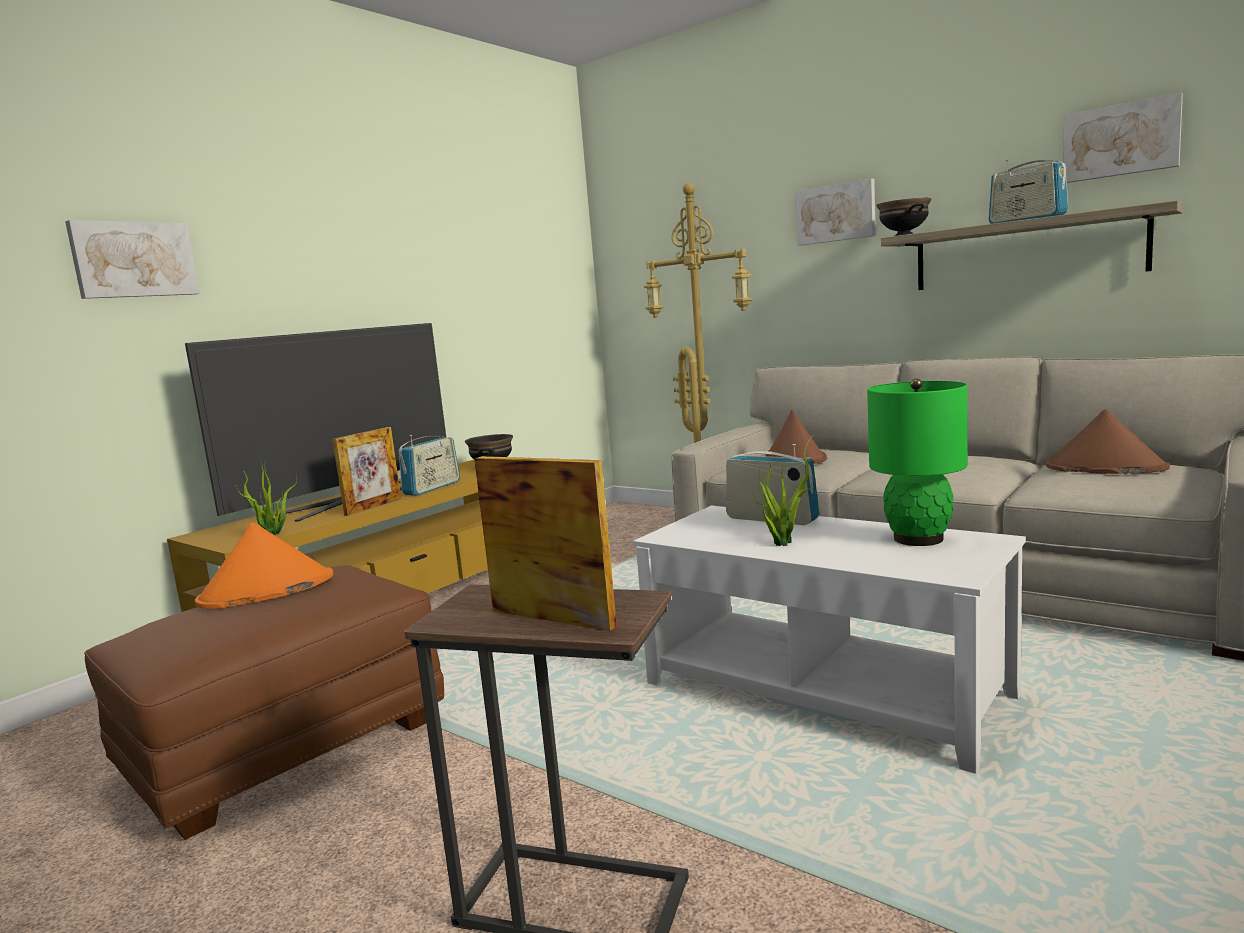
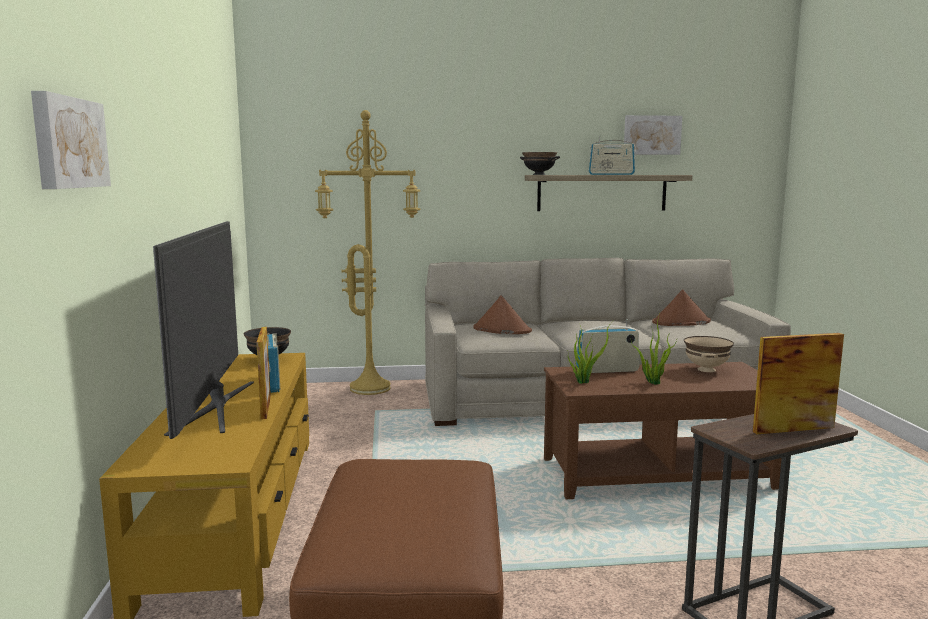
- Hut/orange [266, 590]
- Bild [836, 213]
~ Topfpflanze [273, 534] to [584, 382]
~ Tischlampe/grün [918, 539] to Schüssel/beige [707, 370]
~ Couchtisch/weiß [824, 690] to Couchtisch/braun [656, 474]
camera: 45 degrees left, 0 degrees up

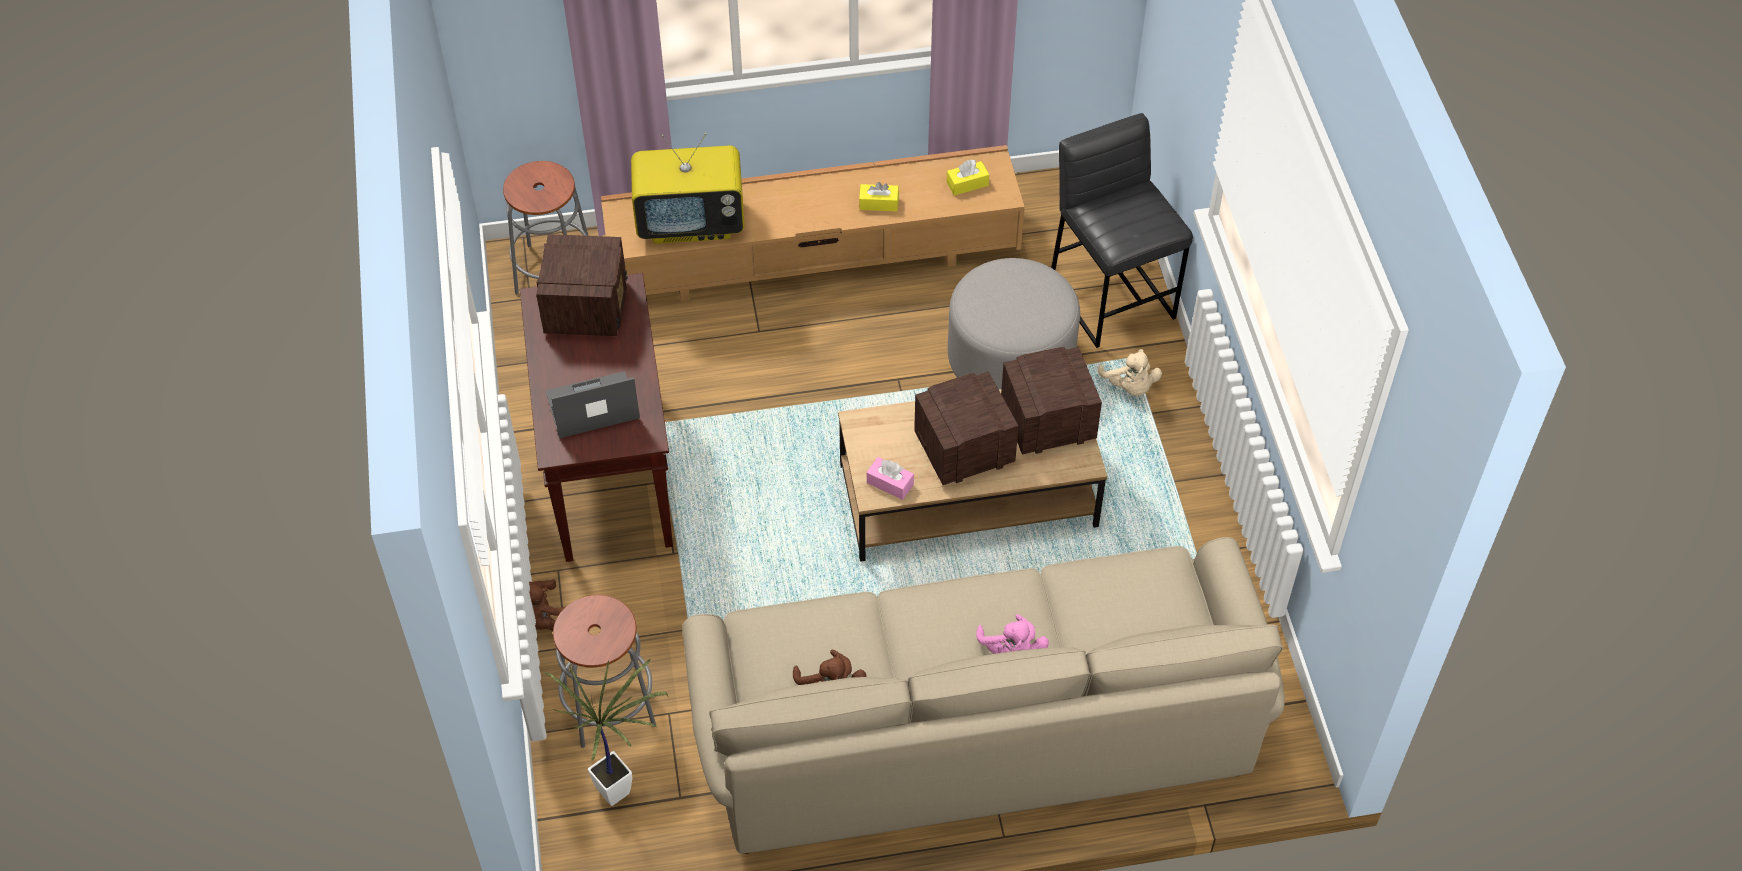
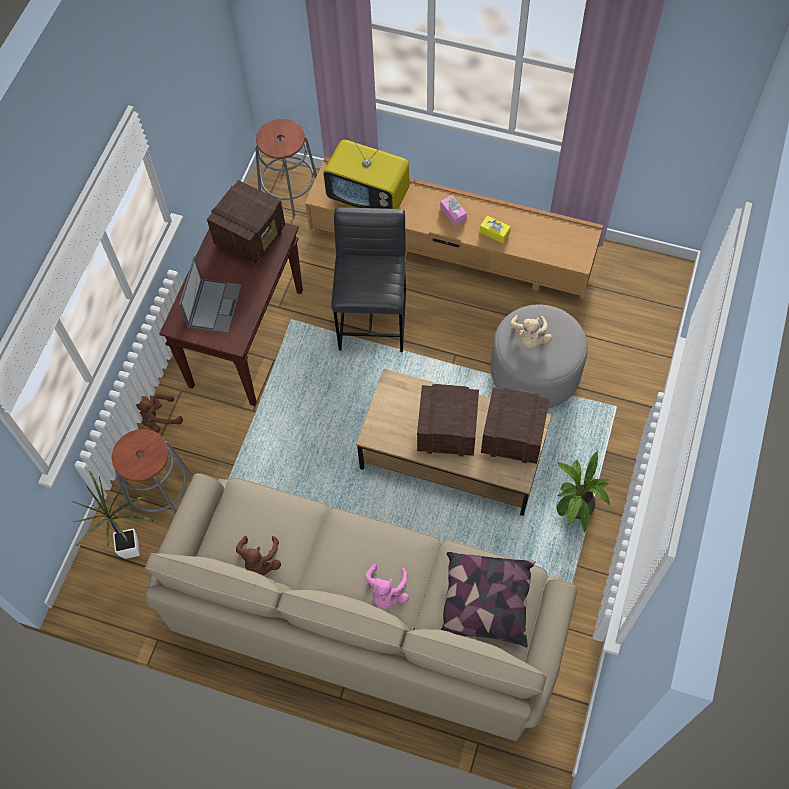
- Taschentuchbox/gelb [967, 184]
+ Kissen [486, 603]
+ Topfpflanze [575, 508]
~ Taschentuchbox/rosa [890, 483] to [453, 214]
~ Hocker/grau [1111, 296] to [373, 319]
~ Plüschtier/beige [1130, 386] to [529, 338]
~ Laptop [591, 406] = [214, 305] 90 degrees clockwise
camera: 30 degrees right, 10 degrees up

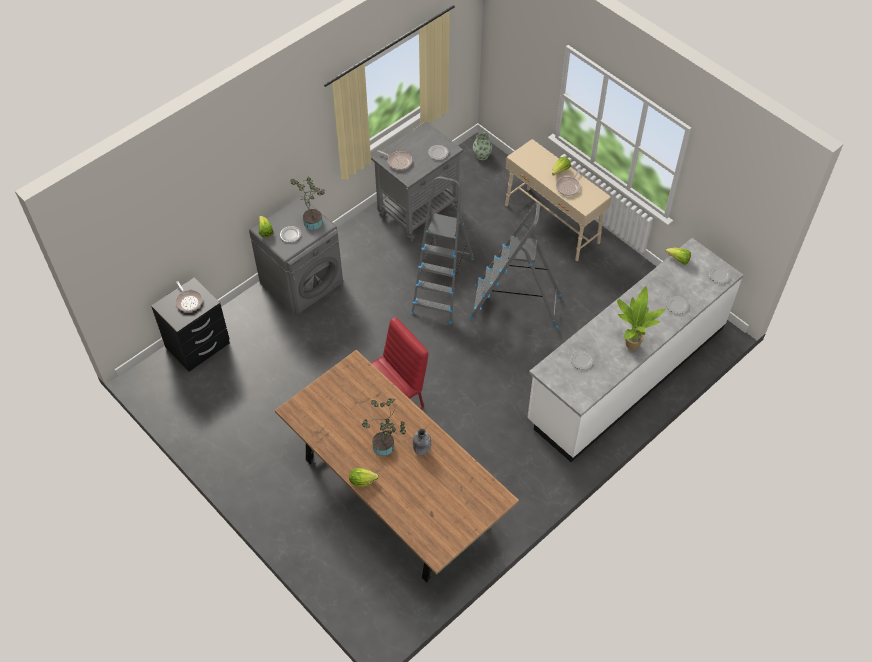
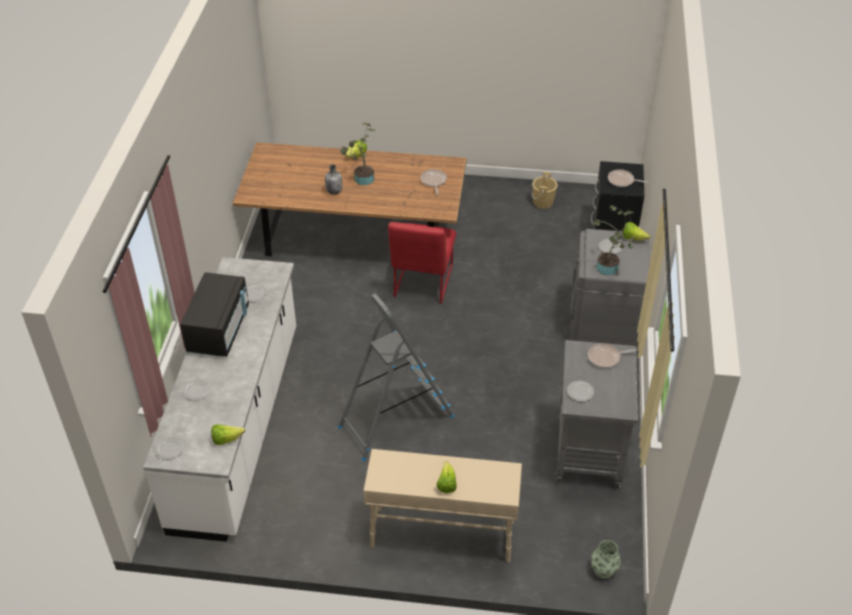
- Trittleiter/grau [443, 286]
+ Eimer/beige [543, 202]
~ Pfanne [568, 187] to [433, 181]
~ Topfpflanze [630, 344] to Mikrowelle/schwarz [219, 330]
camera: 140 degrees right, 10 degrees down

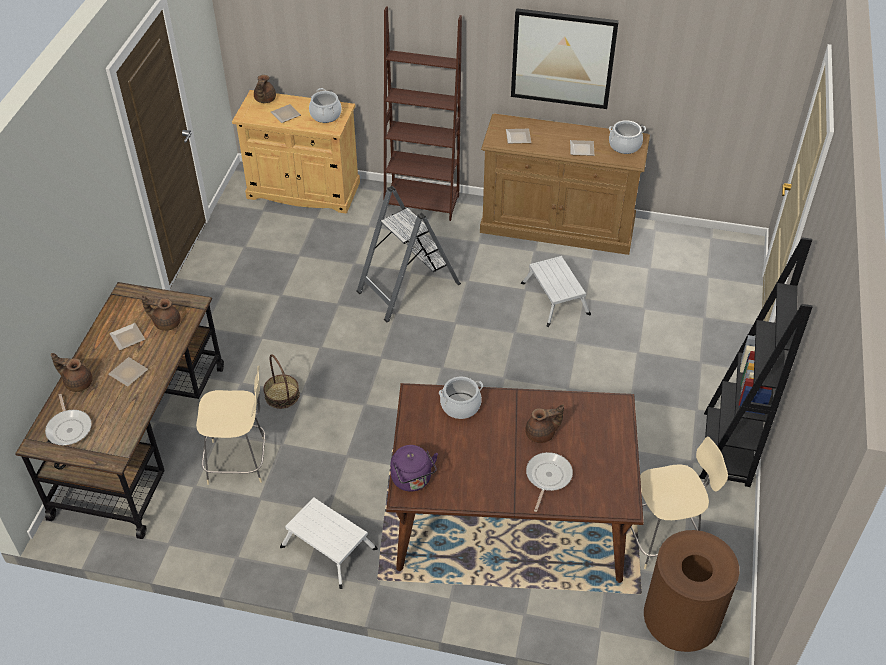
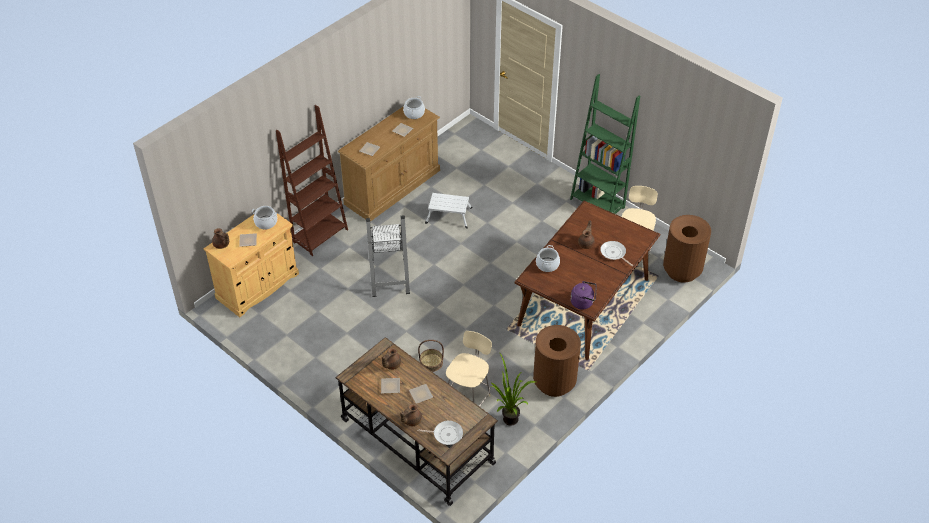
- Bild [563, 58]
+ Topfpflanze [508, 422]
~ Trittleiter/weiß [328, 547] to Mülleimer/braun [554, 383]
~ Bücherregal/schwarz [727, 449] to Bücherregal/grün [597, 203]
camera: 60 degrees left, 0 degrees up

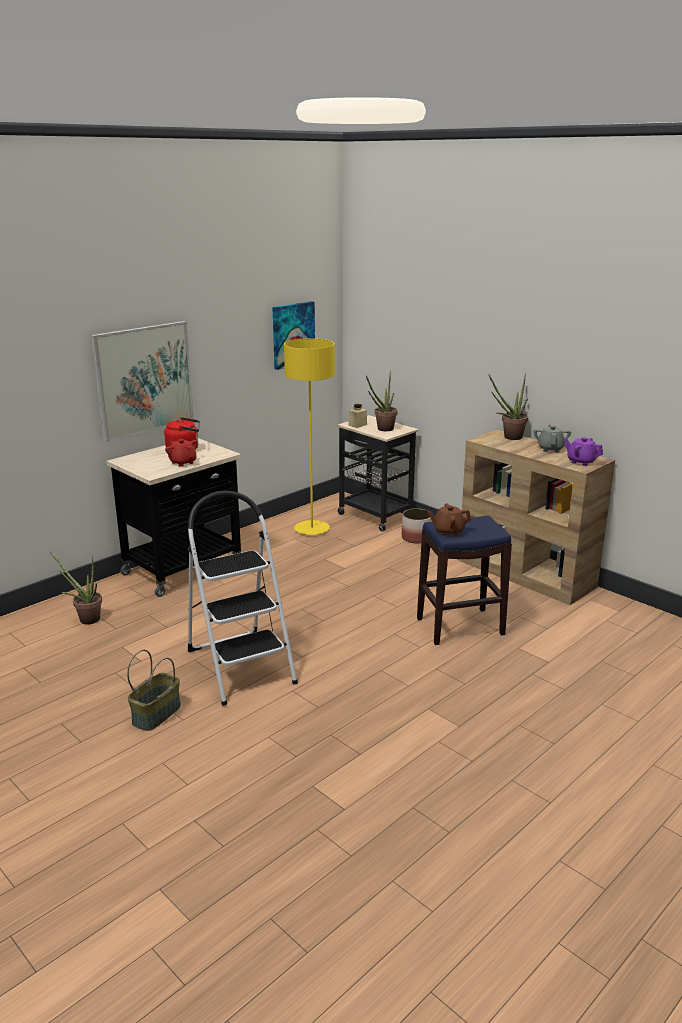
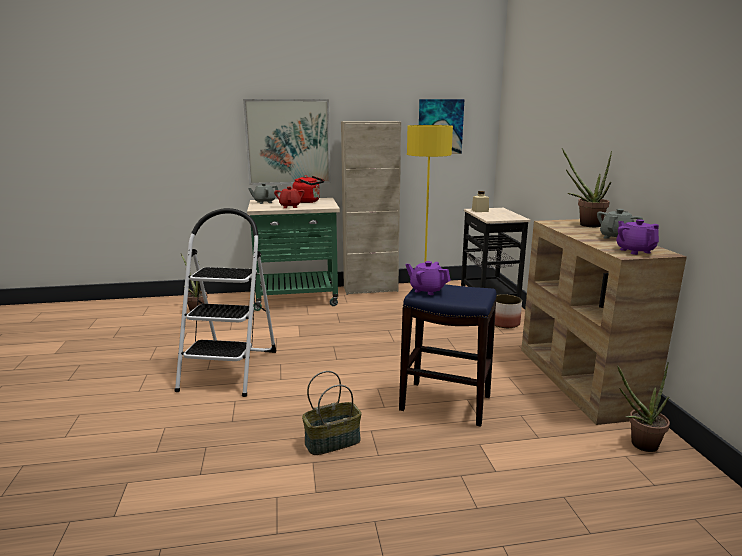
+ Teekanne/grau [264, 202]
+ Schrank/beige [370, 289]
~ Korb [156, 714] to [332, 441]
~ Topfpflanze [382, 429] to [639, 445]
~ Rollwagen/schwarz [182, 569] to Rollwagen/grün [296, 299]
~ Teekanne/braun [448, 531] to Teekanne/lila [427, 290]
camera: 35 degrees right, 5 degrees down

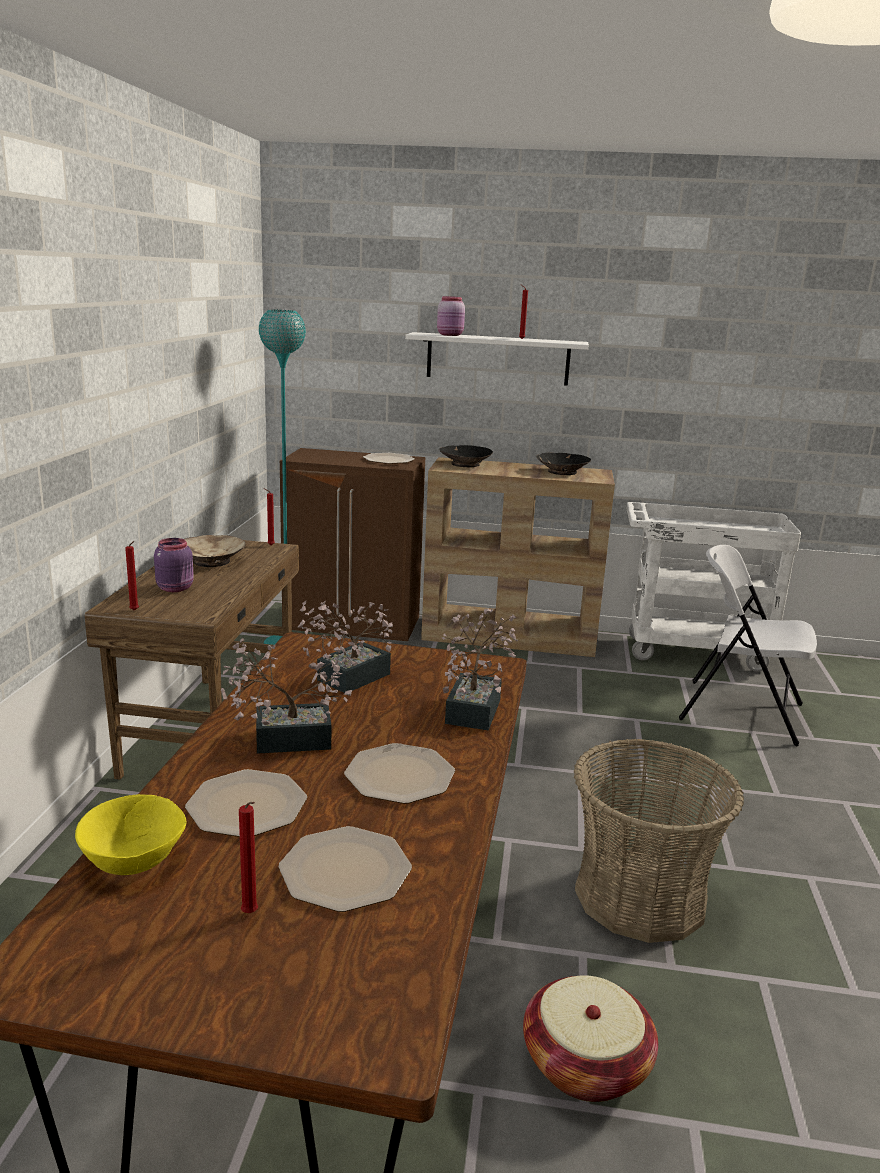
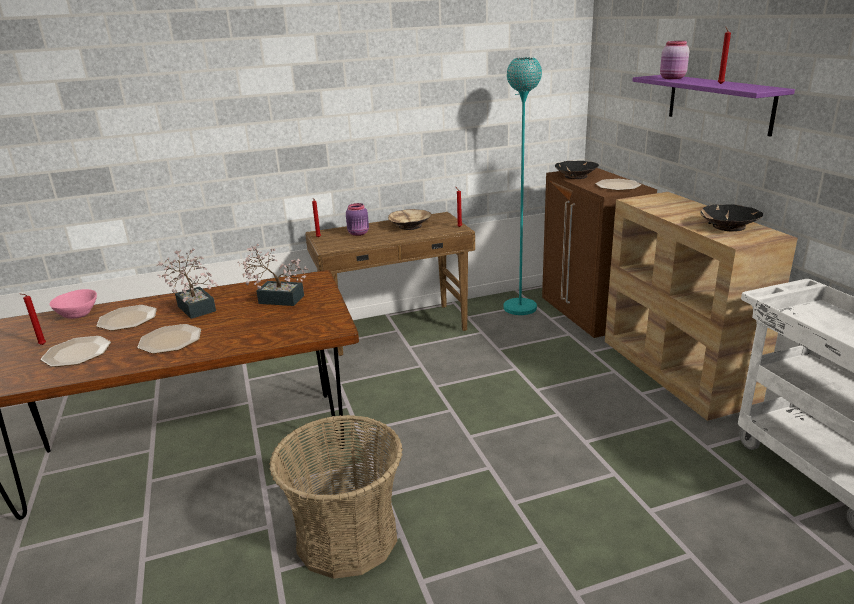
- Topfpflanze [476, 707]
- Korb [585, 1063]
- Stuhl/weiß [741, 711]
~ Schüssel/schwarz [465, 464] to [575, 176]
~ Schüssel/gelb [132, 861] to Schüssel/rosa [77, 315]
~ Wandregal/weiß [498, 359] to Wandregal/lila [719, 103]
camera: 65 degrees right, 5 degrees up

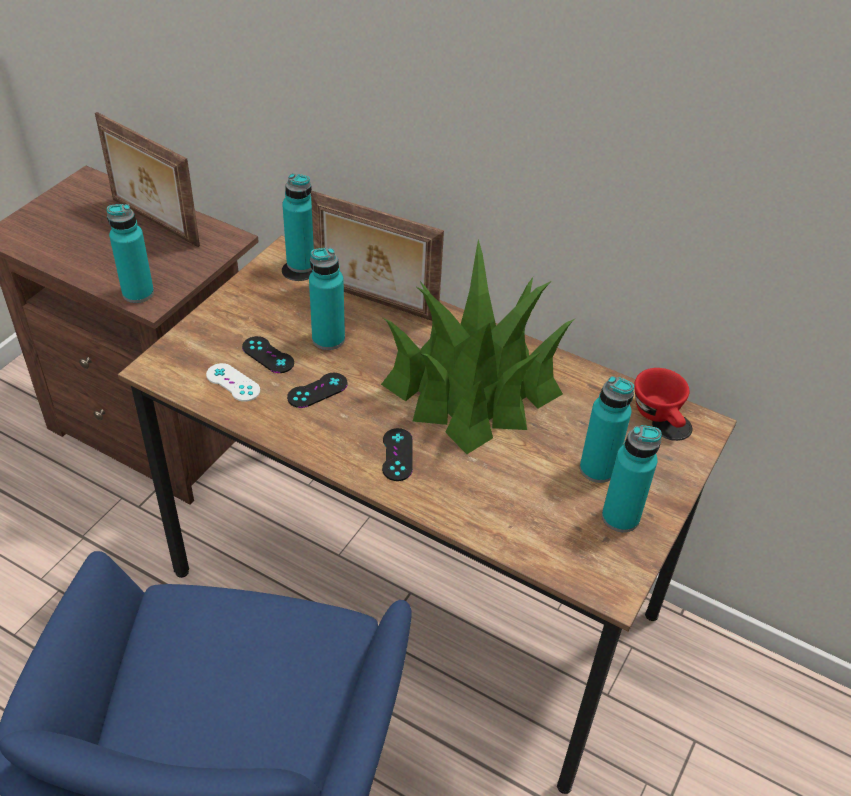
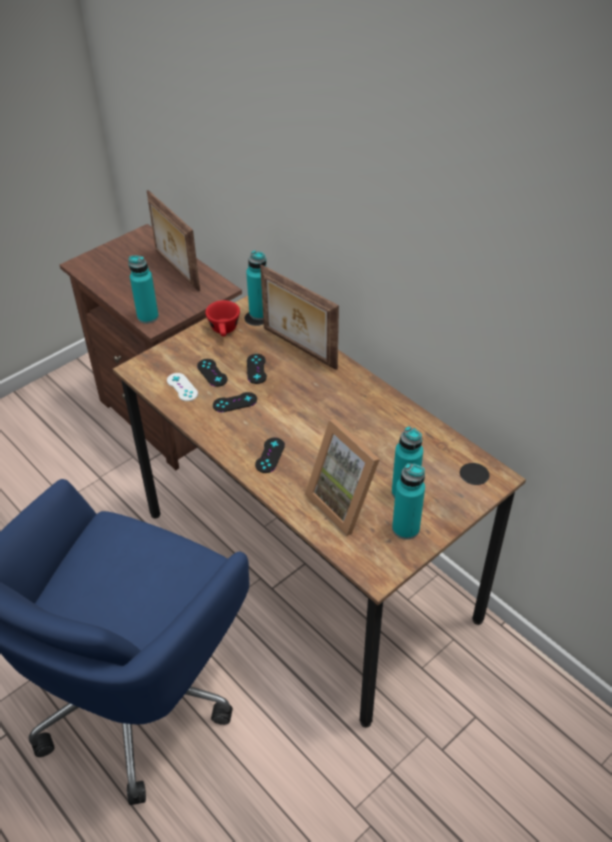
- Topfpflanze [473, 386]
+ Bilderrahmen [346, 502]
~ Tasse/rot [660, 415] to [224, 331]
~ Flasche/türkis [328, 339] to Gamepad/schwarz [256, 369]
camera: 20 degrees right, 0 degrees up

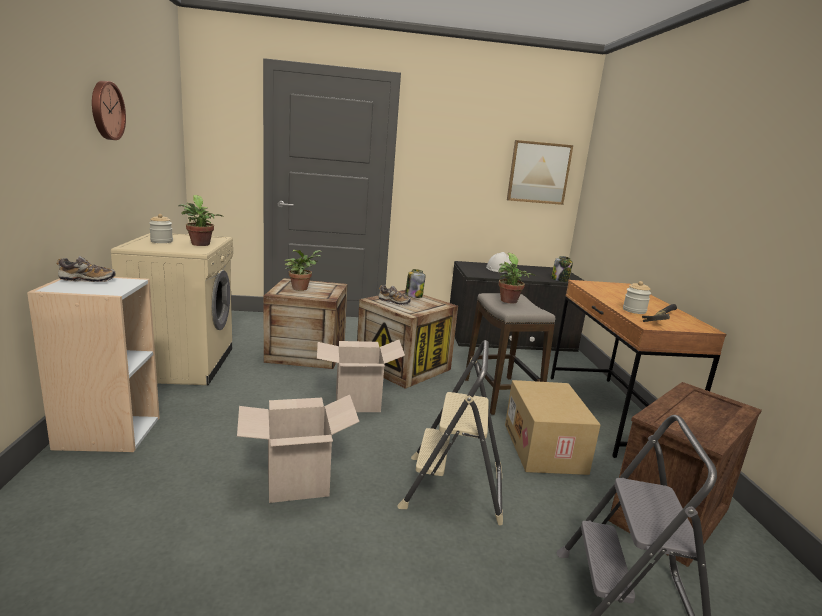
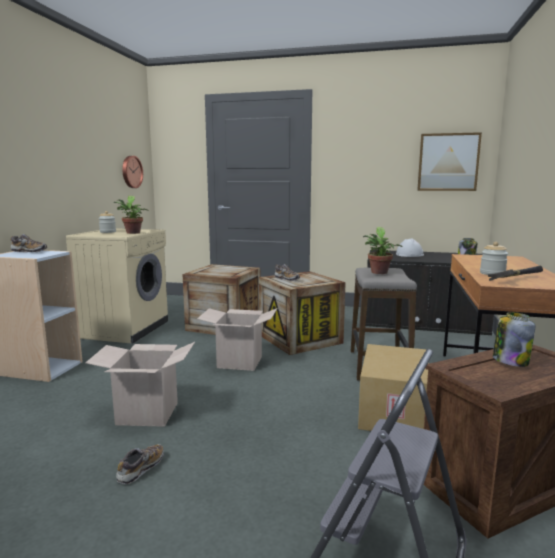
- Topfpflanze [301, 288]
- Trittleiter/beige [458, 489]
+ Schuh [141, 469]
~ Wanduhr [106, 110] to [131, 172]
~ Vorratsglas [413, 296] to [510, 361]
camera: 20 degrees right, 5 degrees down

